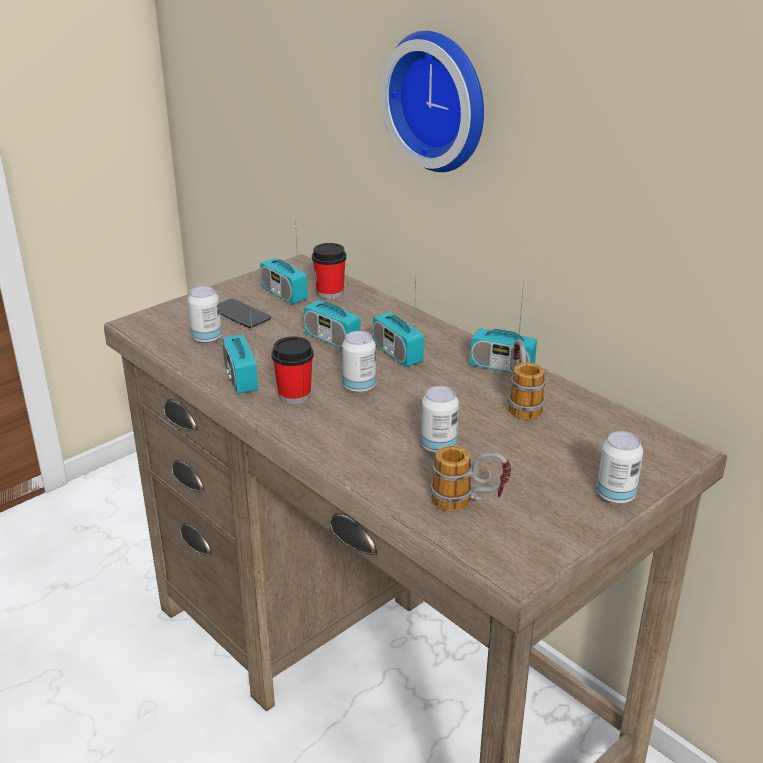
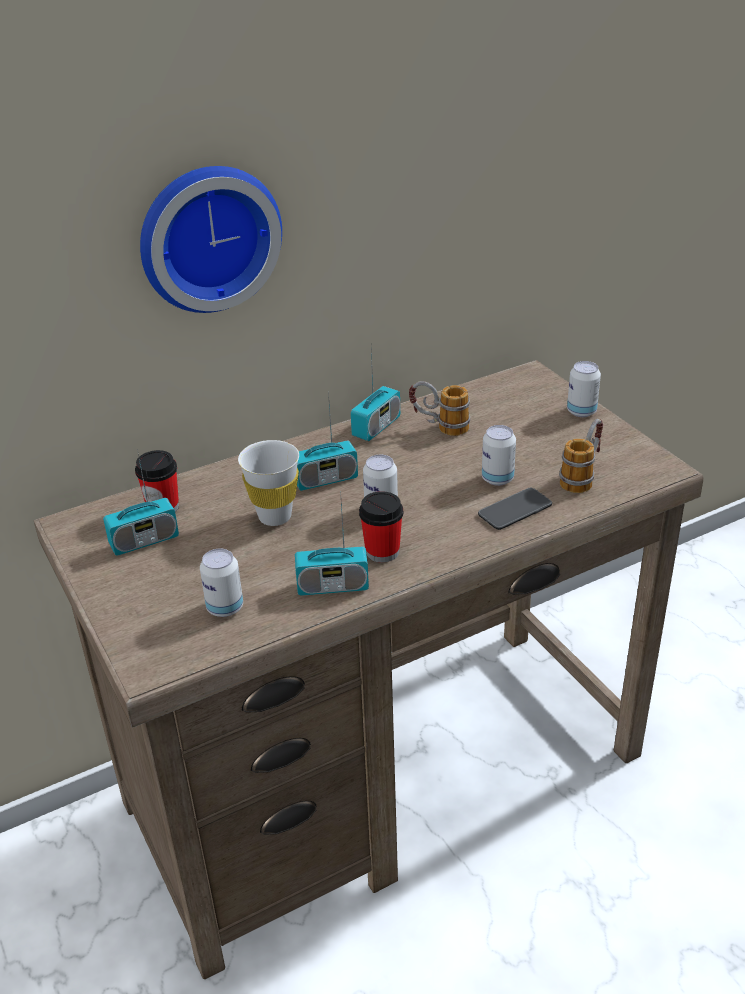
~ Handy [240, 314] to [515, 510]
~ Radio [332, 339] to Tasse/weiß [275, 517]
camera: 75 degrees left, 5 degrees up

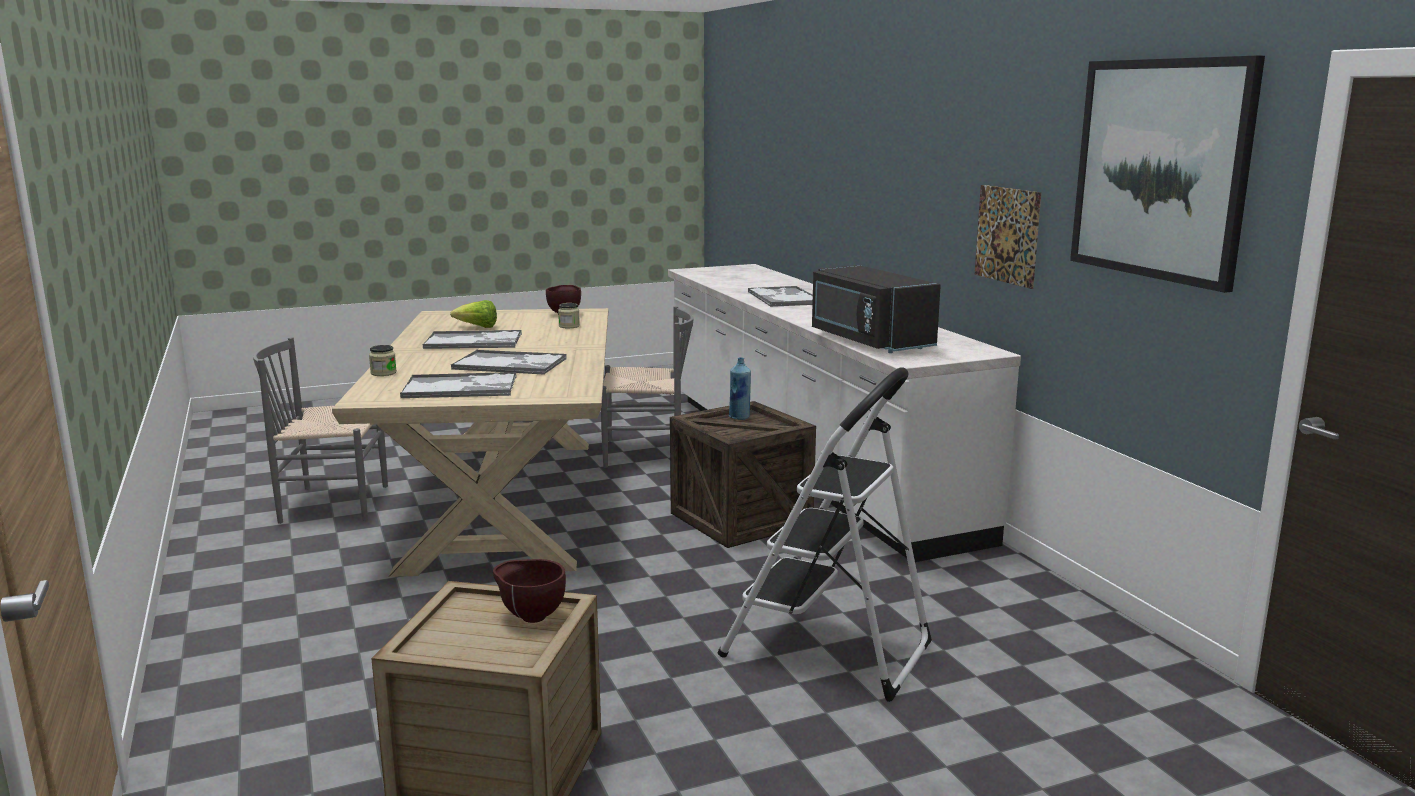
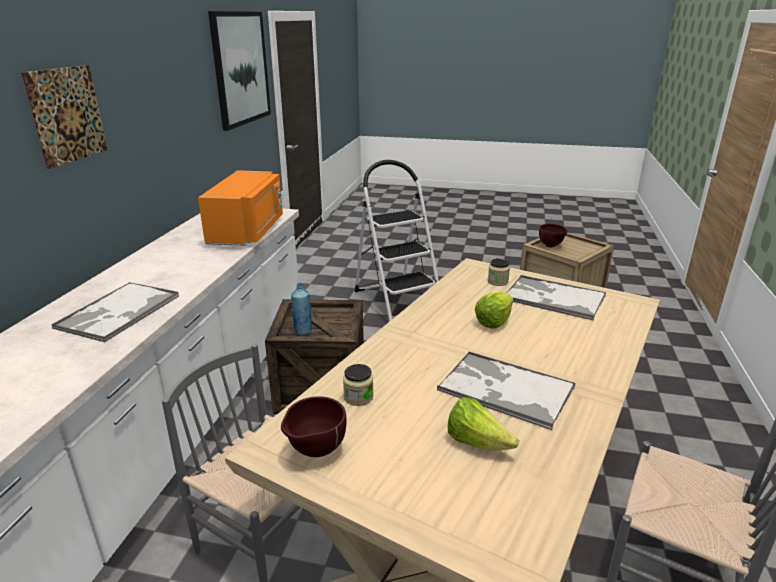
~ Vorratsglas [383, 373] to [497, 282]
~ Bild [1007, 235] to [67, 115]
~ Tablett [510, 364] to Salatkopf [494, 322]
~ Mikrowelle/schwarz [868, 341] to Mikrowelle/orange [248, 231]
camera: 145 degrees left, 10 degrees up

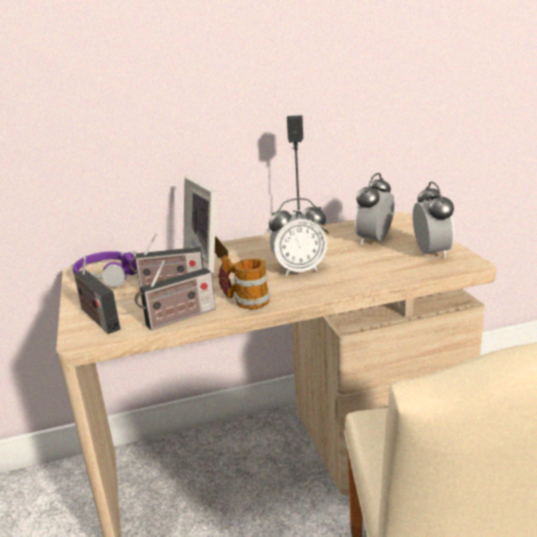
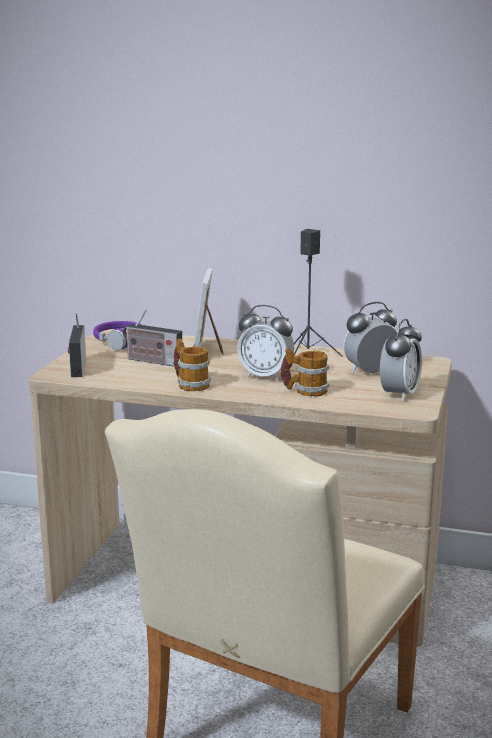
- Radio [178, 318]
+ Henkelbecher [304, 391]
camera: 30 degrees right, 5 degrees down

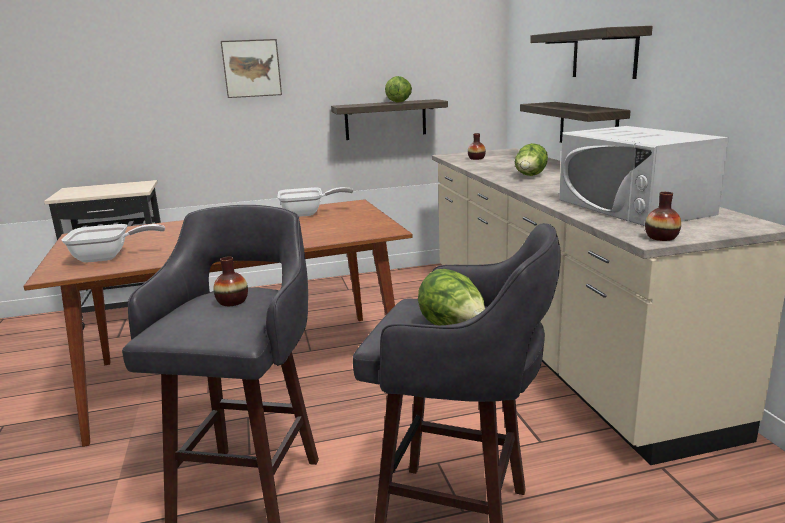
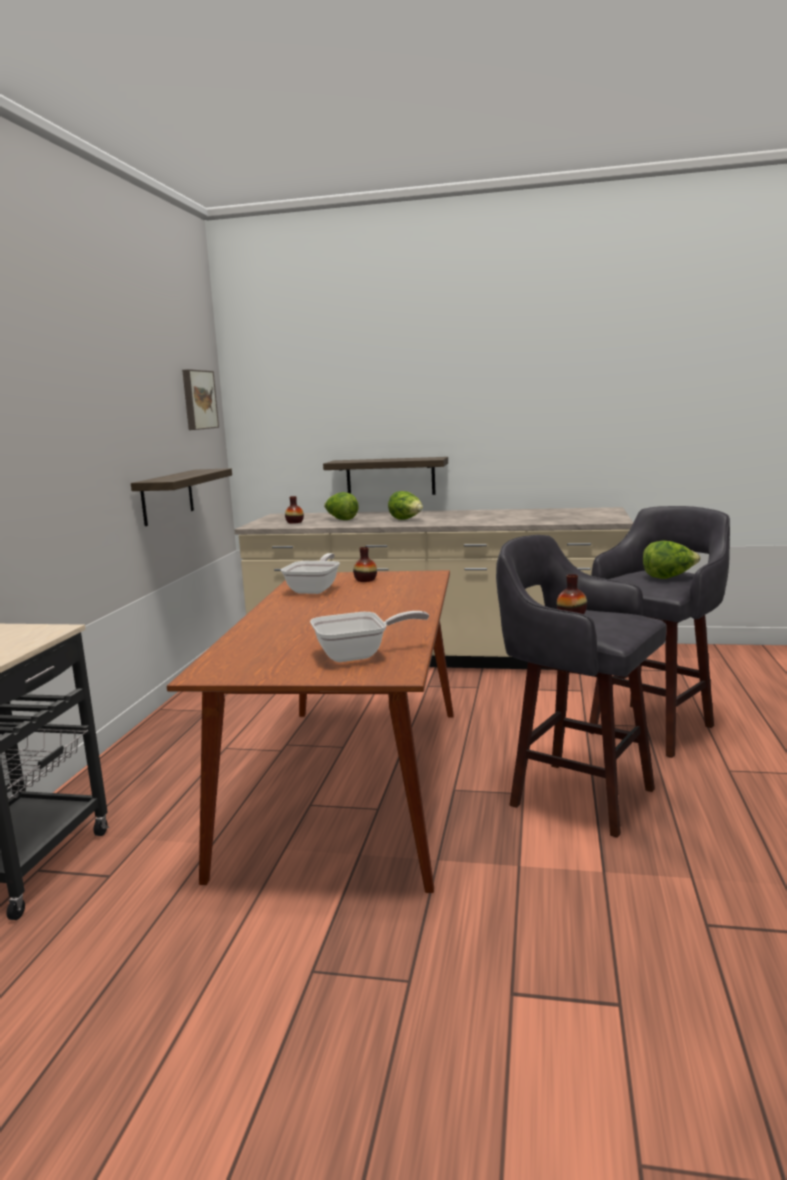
- Wandregal [604, 54]
- Mikrowelle/weiß [633, 207]
~ Bild [251, 68] to [198, 400]
~ Salatkopf [399, 102] to [341, 519]
~ Vase [661, 237] to [365, 580]
~ Pfanne [108, 257] = [359, 655] 60 degrees clockwise
camera: 65 degrees left, 5 degrees down

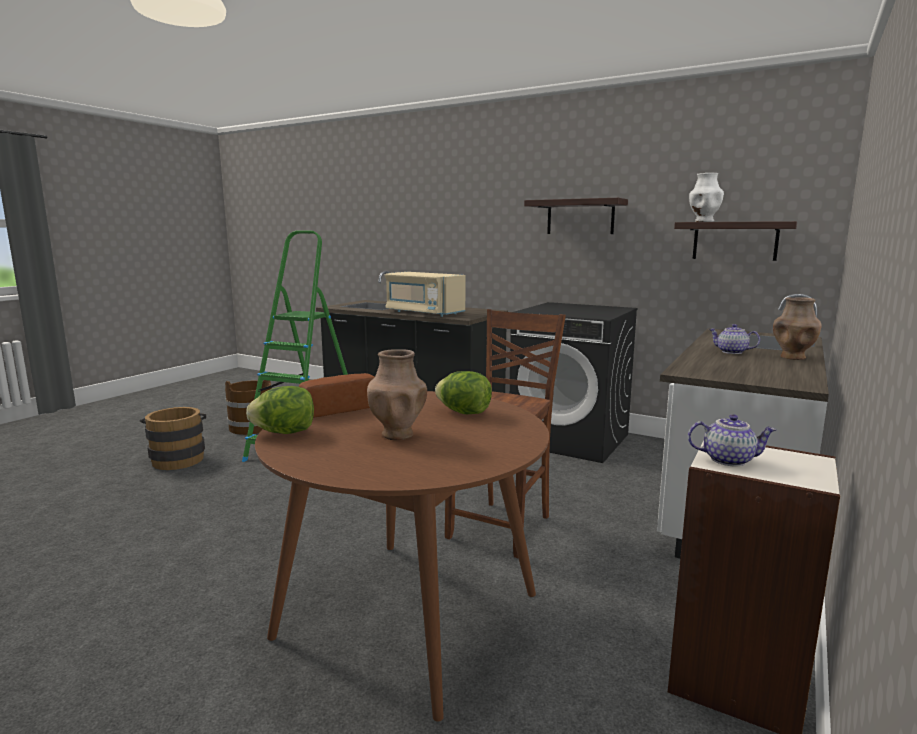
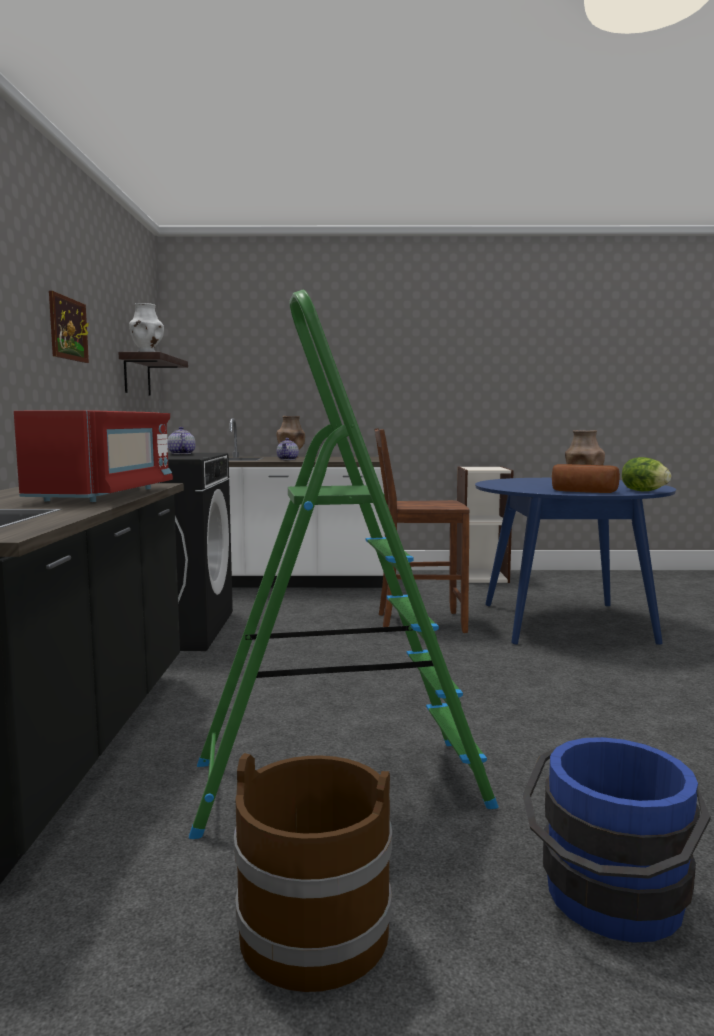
- Salatkopf [464, 412]
~ Teekanne [728, 460] to [181, 454]
~ Wandregal [580, 217] to Bild [68, 329]
~ Eimer/braun [178, 459] to Eimer/blau [609, 902]
~ Esstisch/braun [409, 615] to Esstisch/blau [565, 623]
~ Mikrowelle/beige [423, 313] to Mikrowelle/rot [105, 495]
camera: 120 degrees left, 5 degrees down

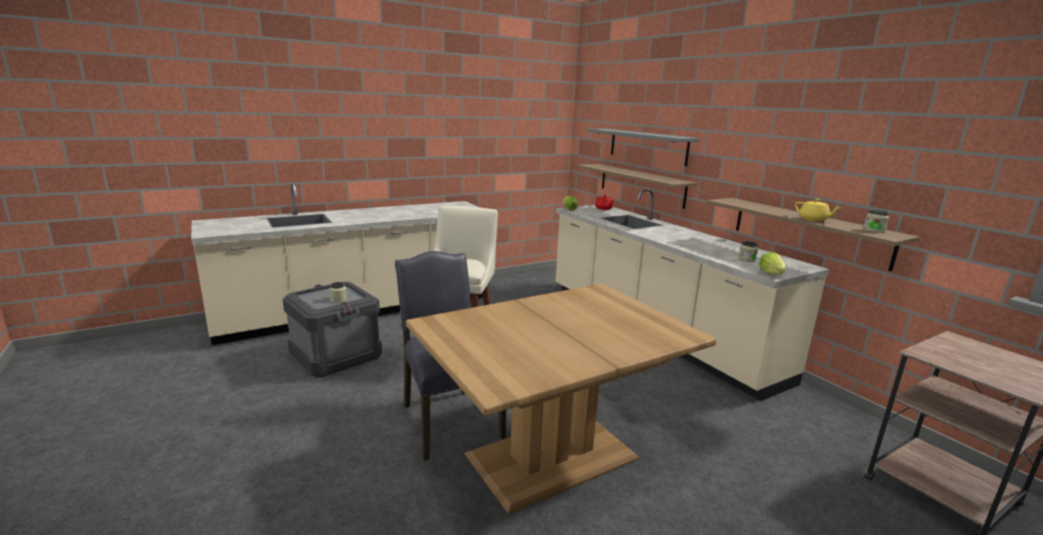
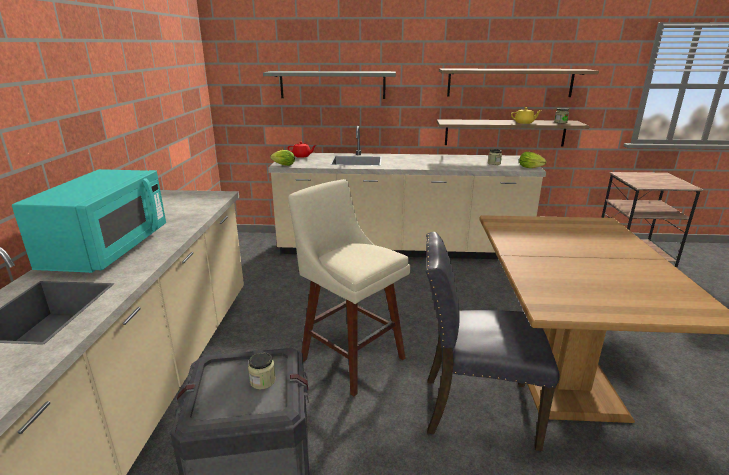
+ Mikrowelle/türkis [108, 250]
~ Wandregal [641, 185] to [510, 82]
camera: 55 degrees left, 5 degrees up

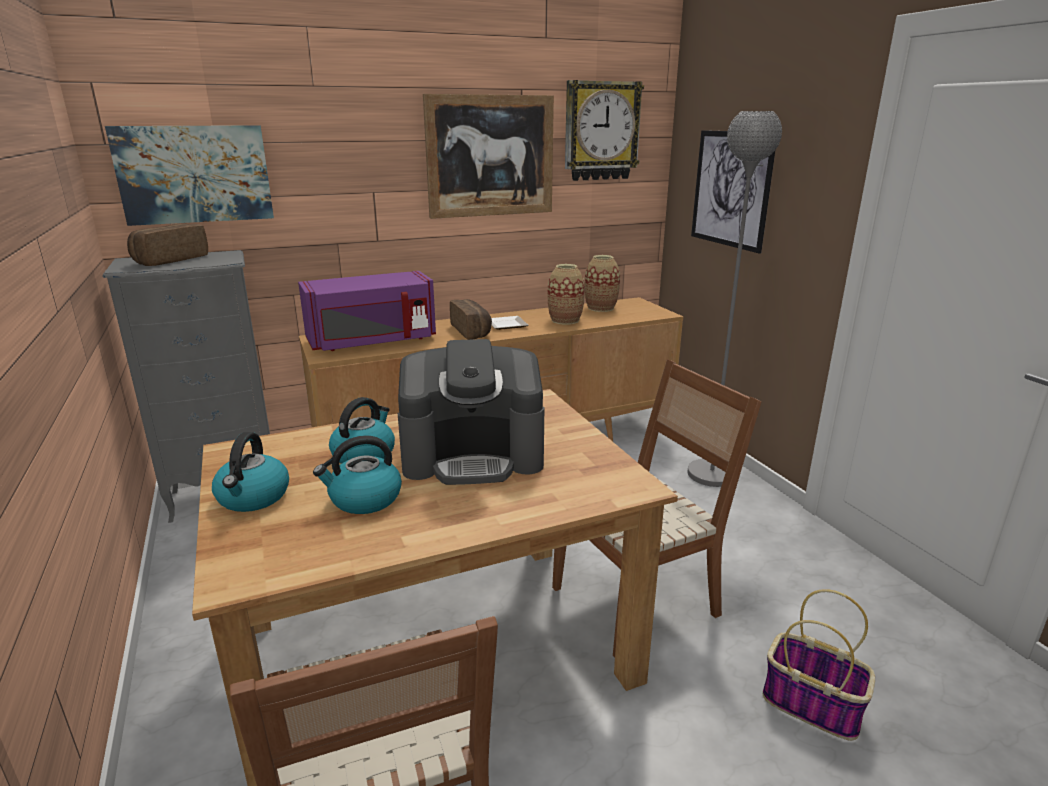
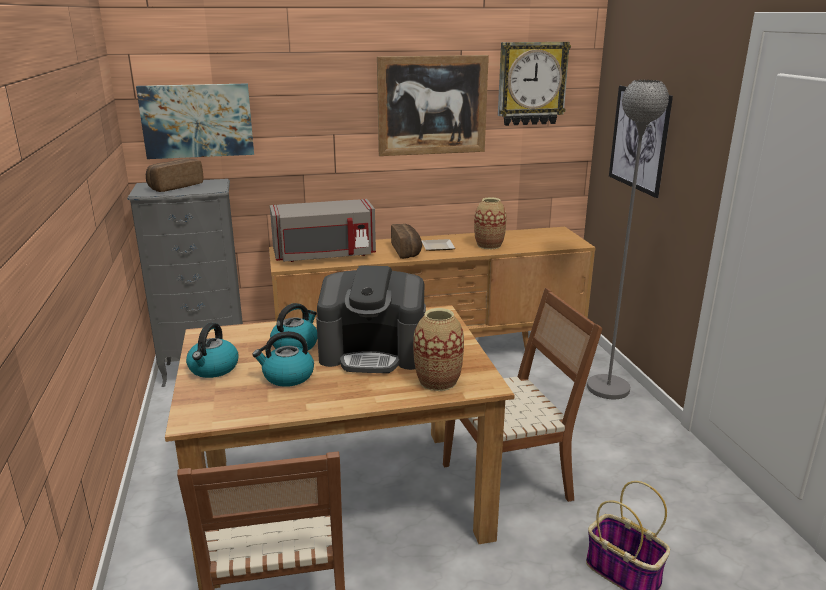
~ Vase [600, 308] to [438, 381]
~ Mikrowelle/lila [372, 341] to Mikrowelle/grau [324, 255]
camera: 10 degrees right, 0 degrees up

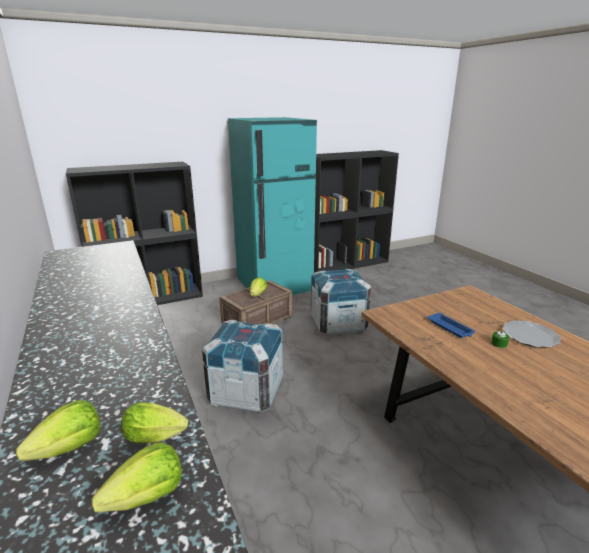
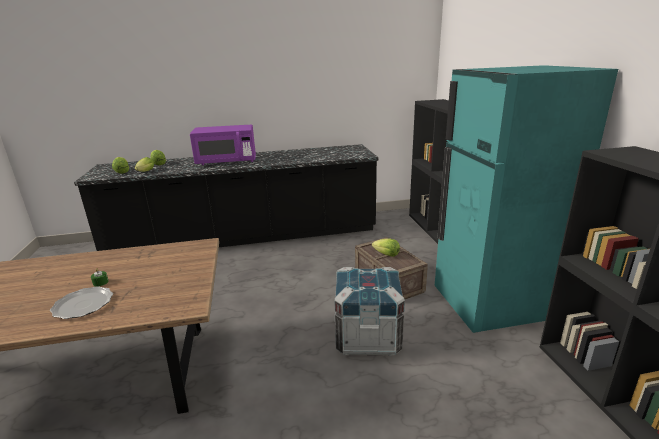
- Kiste [246, 391]
- Tablett/blau [450, 328]
+ Mikrowelle/lila [227, 161]
camera: 105 degrees right, 0 degrees up

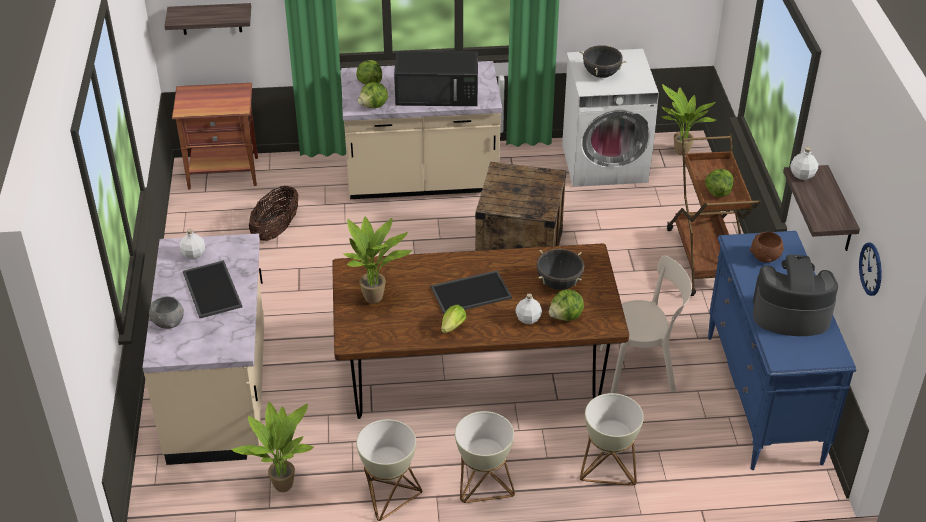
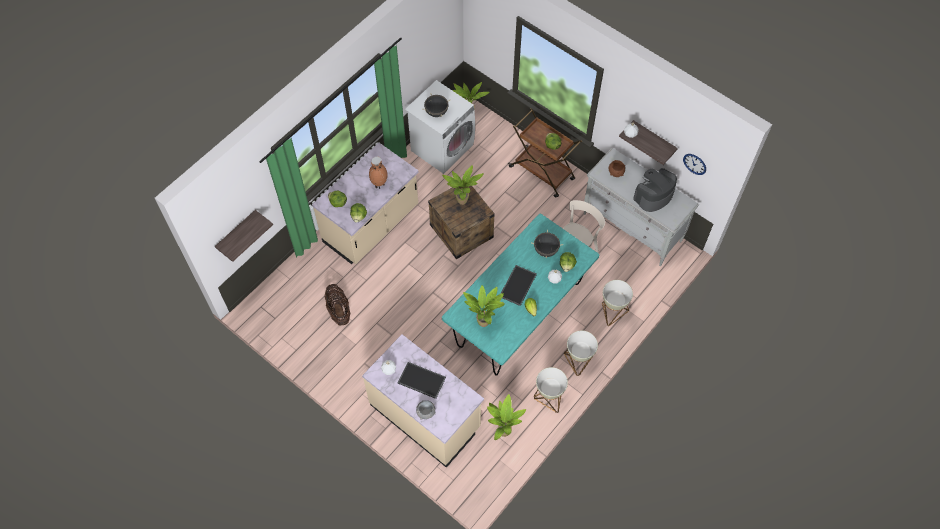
- Nachttisch [224, 172]
+ Topfpflanze [463, 202]
~ Mikrowelle/schwarz [438, 93] to Vase/braun [379, 184]
~ Esstisch/braun [476, 378] to Esstisch/türkis [518, 314]
~ Kommode/blau [761, 399] to Kommode/weiß [632, 228]
camera: 45 degrees left, 20 degrees up

